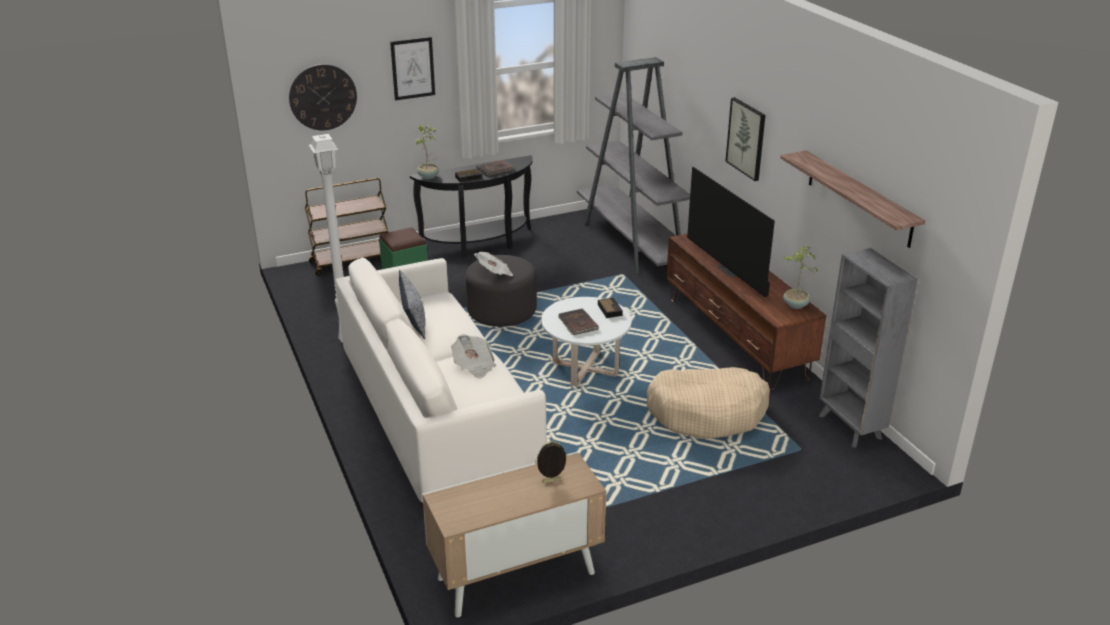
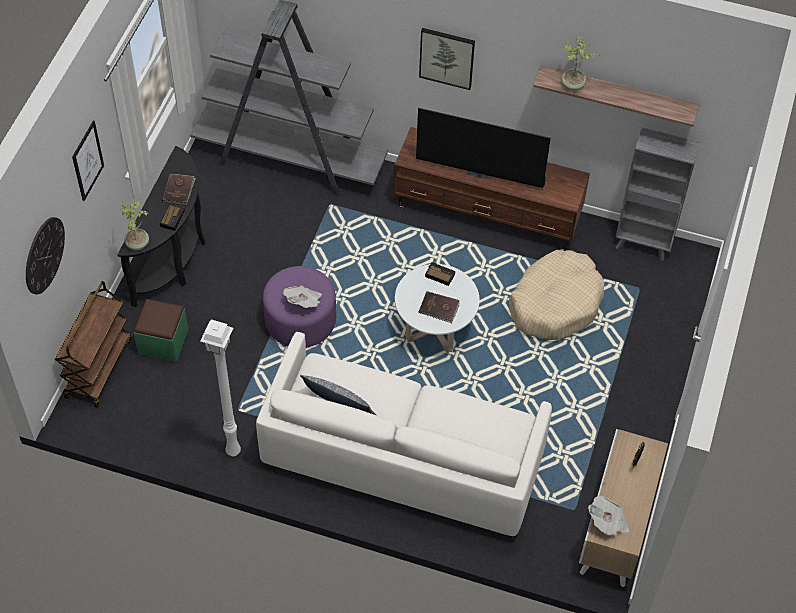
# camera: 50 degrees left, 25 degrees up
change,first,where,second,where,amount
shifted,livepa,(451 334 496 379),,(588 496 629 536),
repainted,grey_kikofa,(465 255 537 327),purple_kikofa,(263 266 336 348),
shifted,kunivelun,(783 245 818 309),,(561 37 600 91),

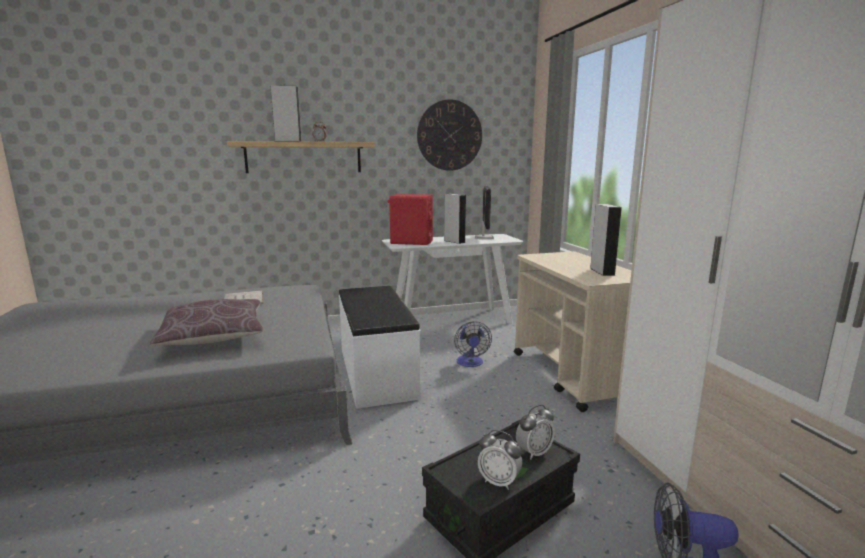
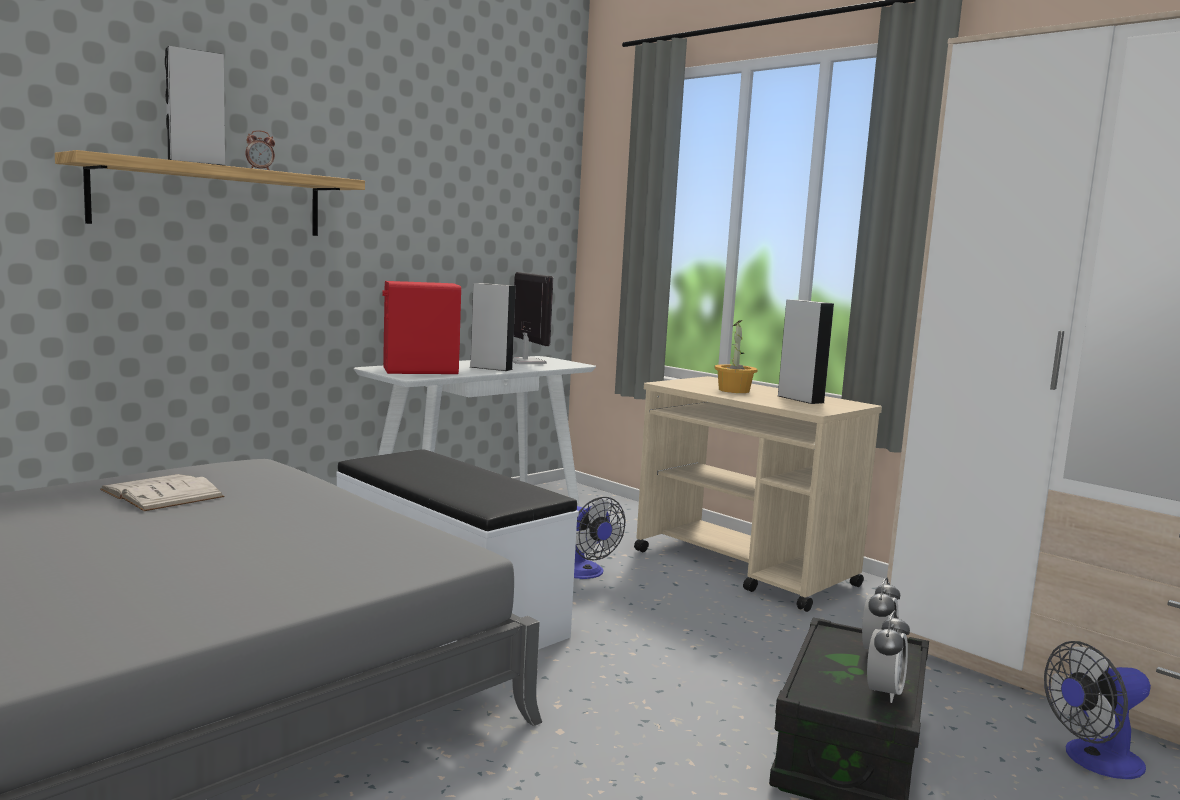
# camera: 30 degrees left, 5 degrees down
change,first,where,second,where,amount
gone,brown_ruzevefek,(150 299 263 346),,,
gone,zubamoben,(417 99 482 171),,,
rotated,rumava,(478 430 522 490),,(867 611 910 703),60 degrees counterclockwise
new,,,kunivelun,(714 320 758 393),

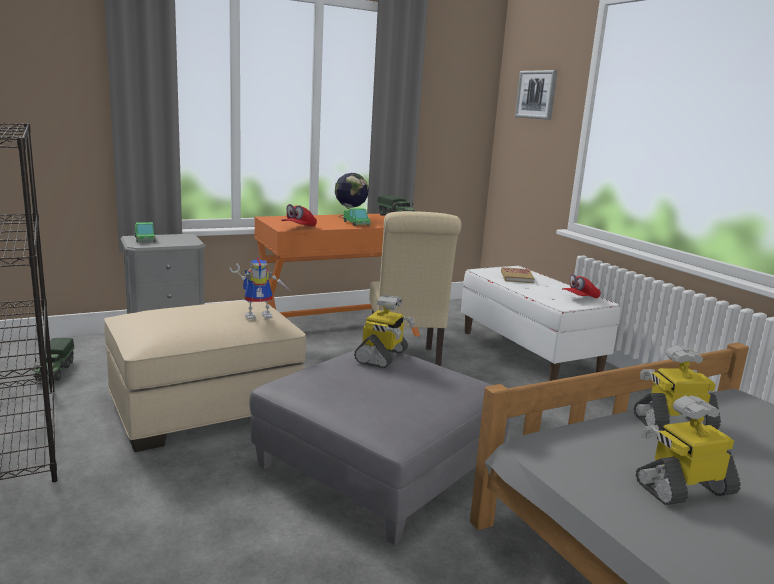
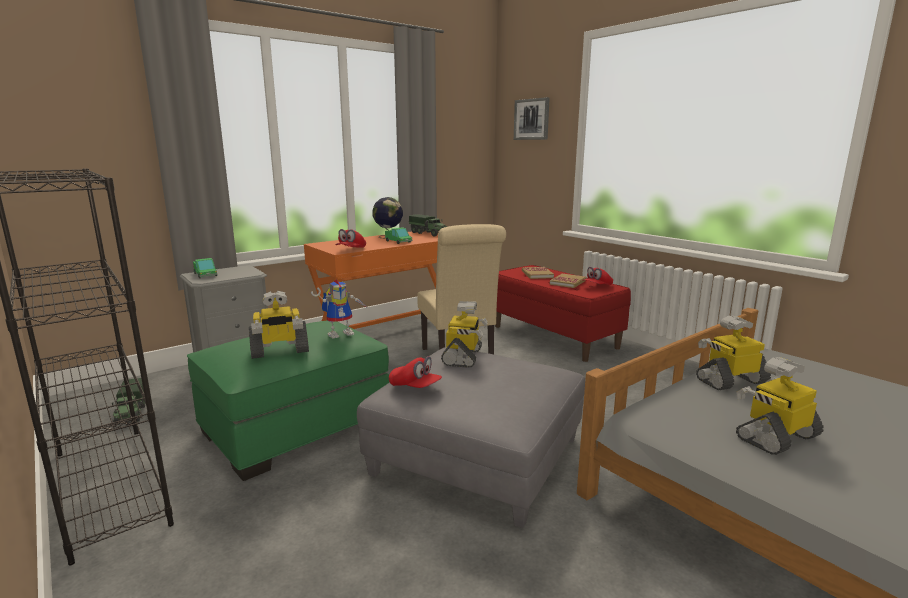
# camera: 10 degrees left, 0 degrees up
change,first,where,second,where,amount
repainted,beige_kikofa,(104 301 306 452),green_kikofa,(187 321 389 481),
repainted,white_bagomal,(461 266 620 381),red_bagomal,(495 265 631 362),
new,,,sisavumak,(249 291 309 359),
new,,,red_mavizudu,(389 356 442 388),
new,,,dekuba,(550 274 586 288),

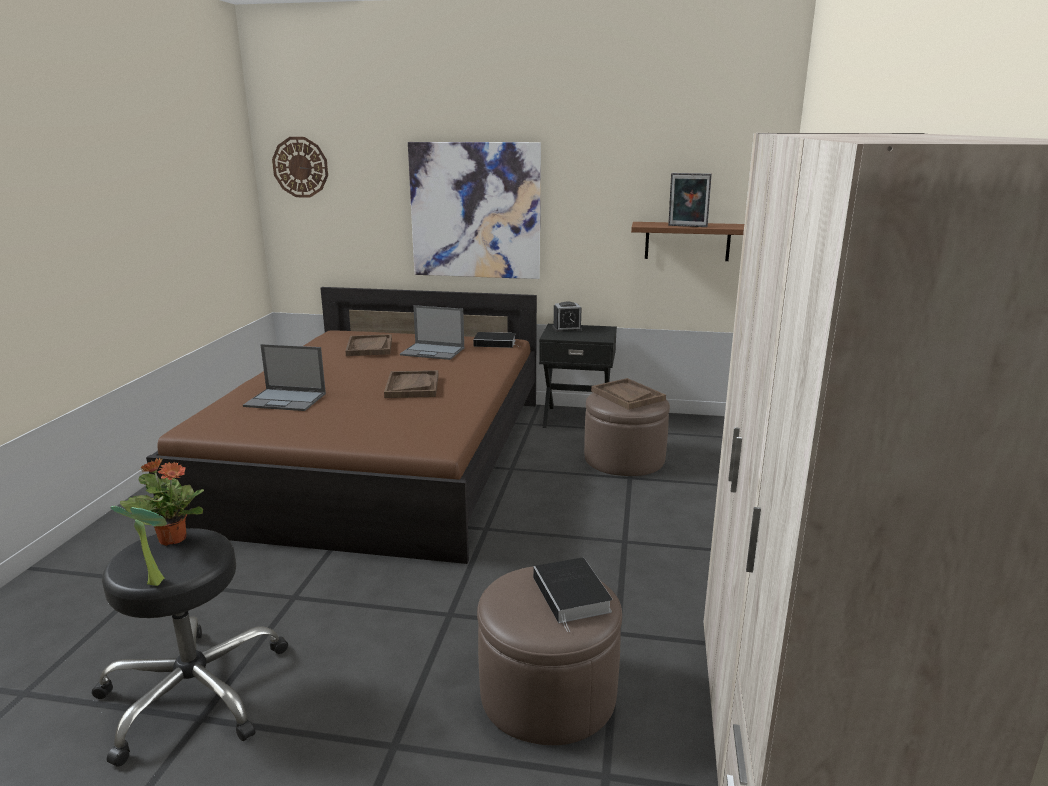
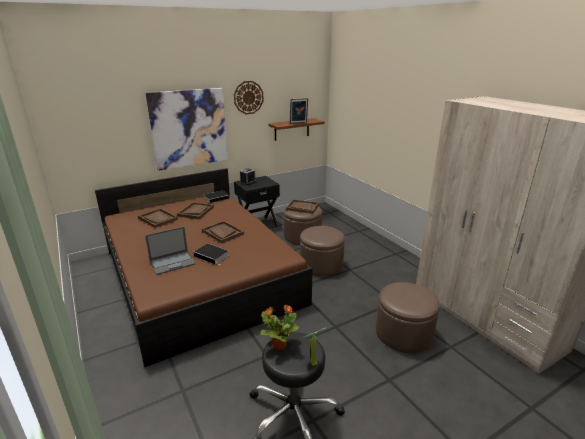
# camera: 40 degrees left, 5 degrees up
change,first,where,second,where,amount
shifted,zubamoben,(272 137 328 198),,(234 81 264 114),
swapped,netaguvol,(400 305 464 360),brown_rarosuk,(177 202 214 219),
shifted,dekuba,(533 557 612 632),,(194 244 229 264),
new,,,brown_kikofa,(300 226 345 276),

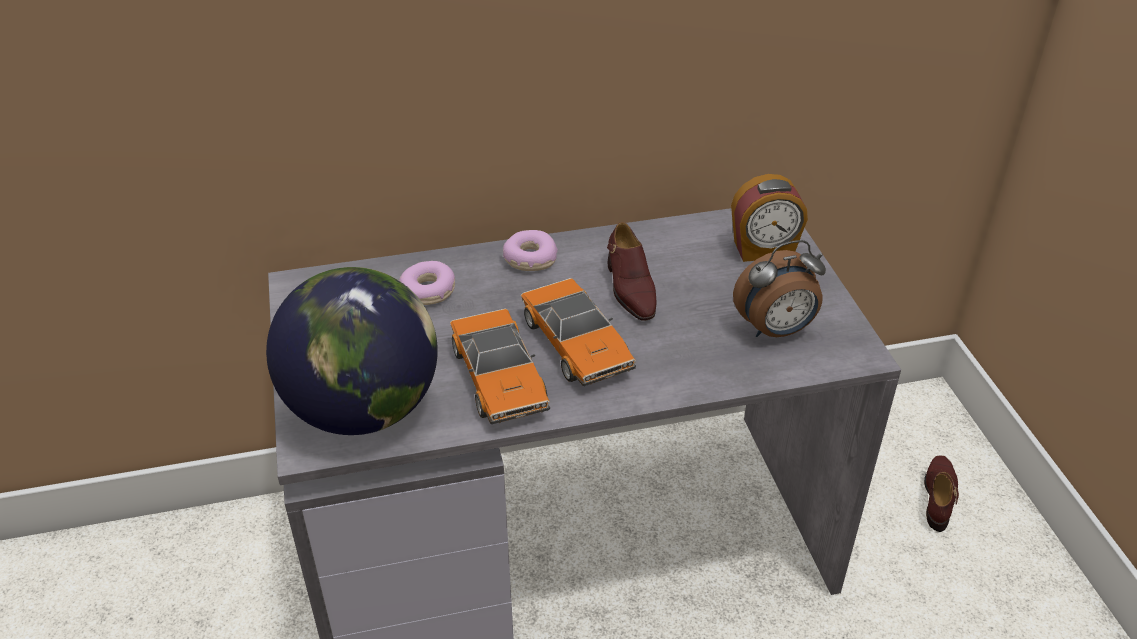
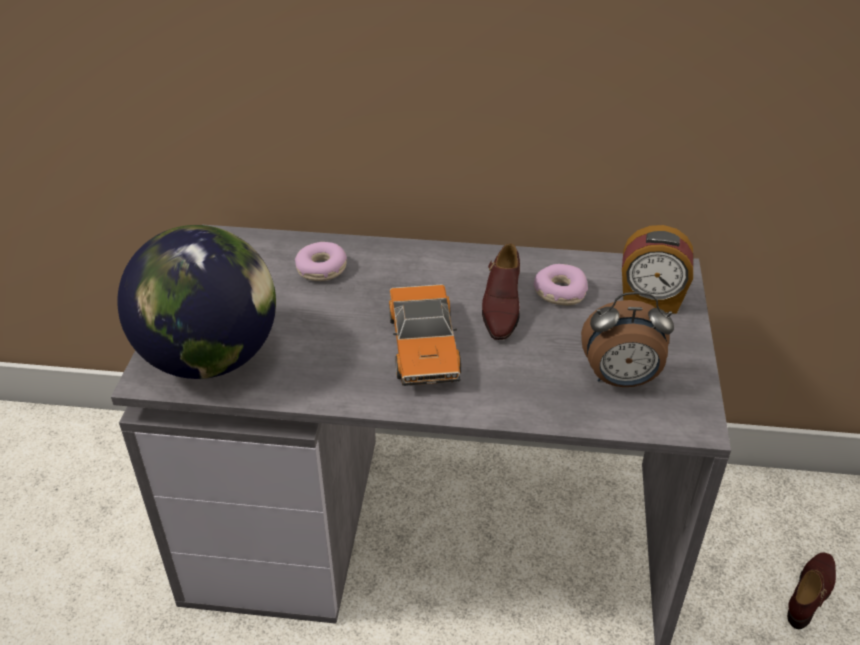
# camera: 20 degrees right, 0 degrees up
change,first,where,second,where,amount
gone,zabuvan,(450 309 550 424),,,
shifted,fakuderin,(503 230 558 271),,(534 264 588 305),

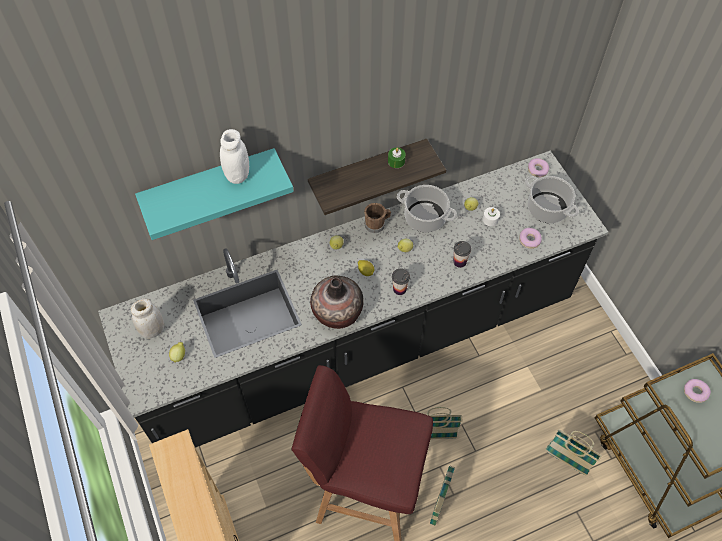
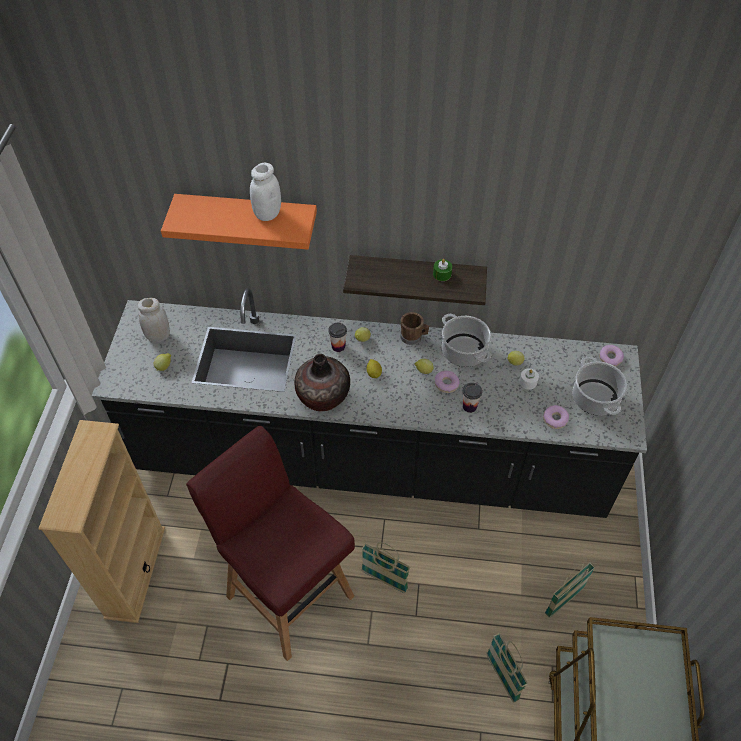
# camera: 30 degrees right, 5 degrees down
change,first,where,second,where,amount
repainted,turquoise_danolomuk,(135 148 294 240),orange_danolomuk,(161 194 317 250),
shifted,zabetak,(392 269 410 295),,(328 322 347 352),
shifted,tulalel,(430 465 455 526),,(545 562 595 618),
shifted,fakuderin,(684 379 711 403),,(434 371 460 393),

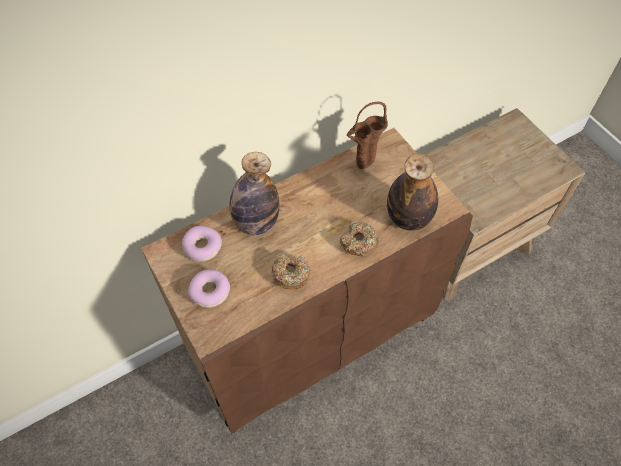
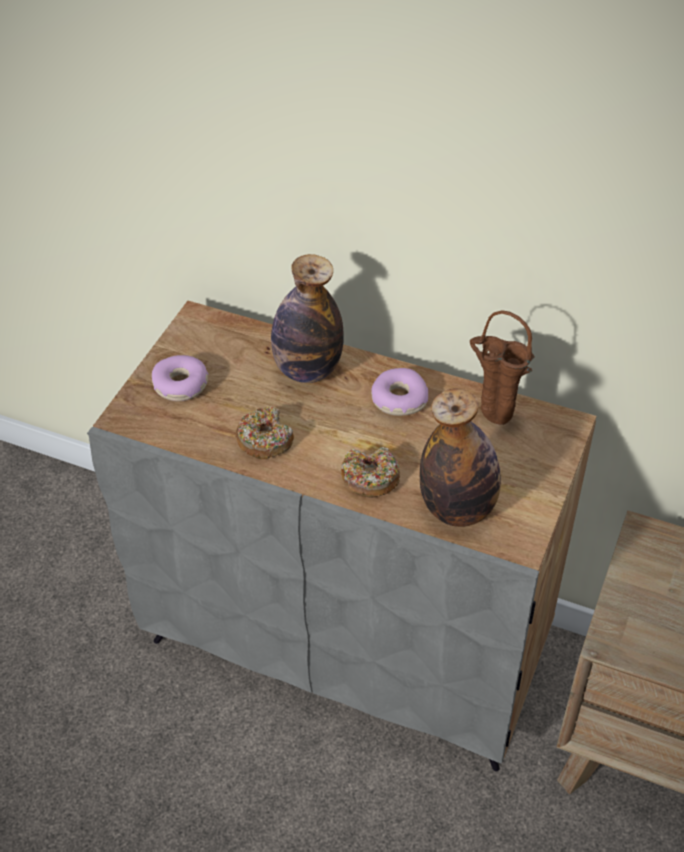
# camera: 55 degrees right, 10 degrees down
change,first,where,second,where,amount
repainted,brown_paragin,(141 128 473 434),grey_paragin,(87 301 596 771),
shifted,fakuderin,(182 226 222 262),,(371 368 428 416),

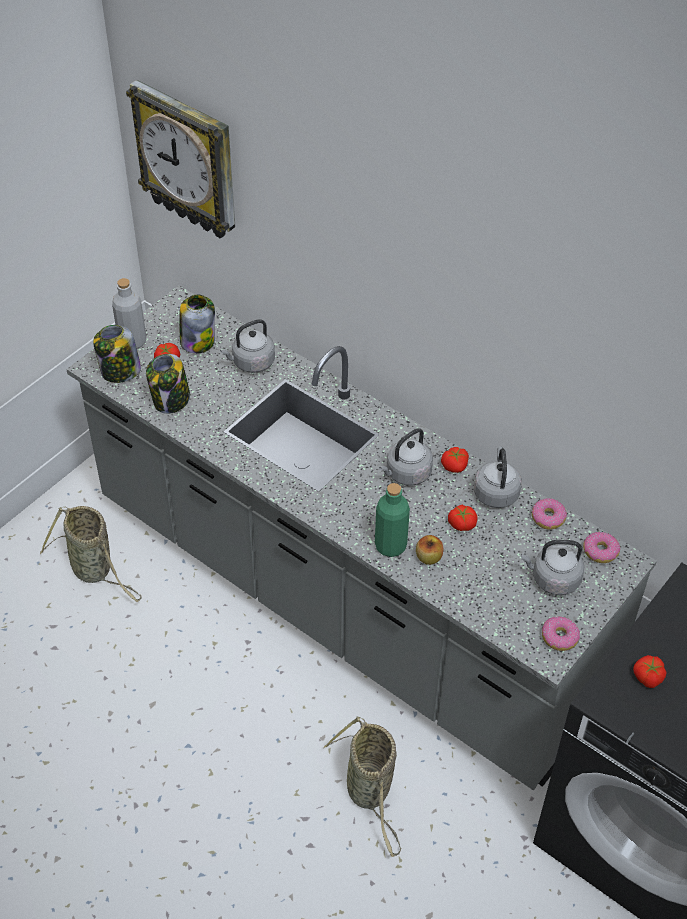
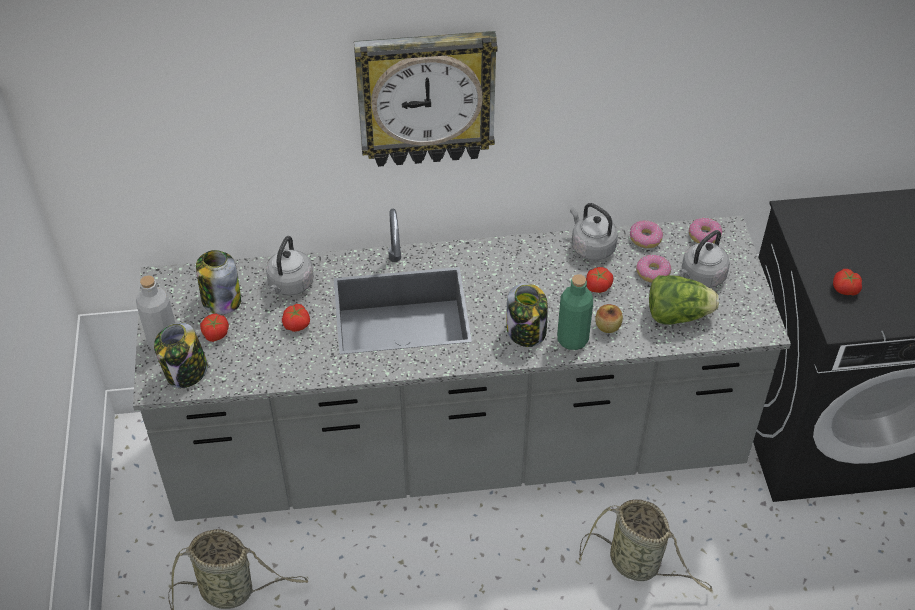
# camera: 45 degrees left, 0 degrees up
change,first,where,second,where,amount
shifted,zubamoben,(126 80 235 238),,(354 31 498 167),
shifted,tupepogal,(146 354 190 414),,(507 283 548 347),
gone,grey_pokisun,(379 428 433 486),,,
shifted,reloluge,(441 447 469 473),,(282 304 310 332),
shifted,fakuderin,(542 617 580 651),,(636 255 672 283),
new,,,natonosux,(649 275 719 325),

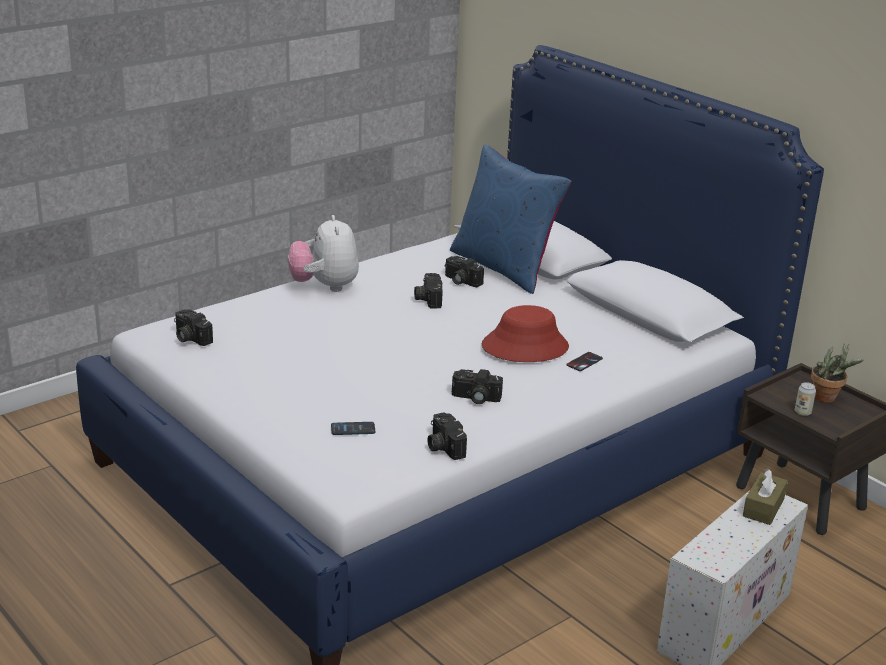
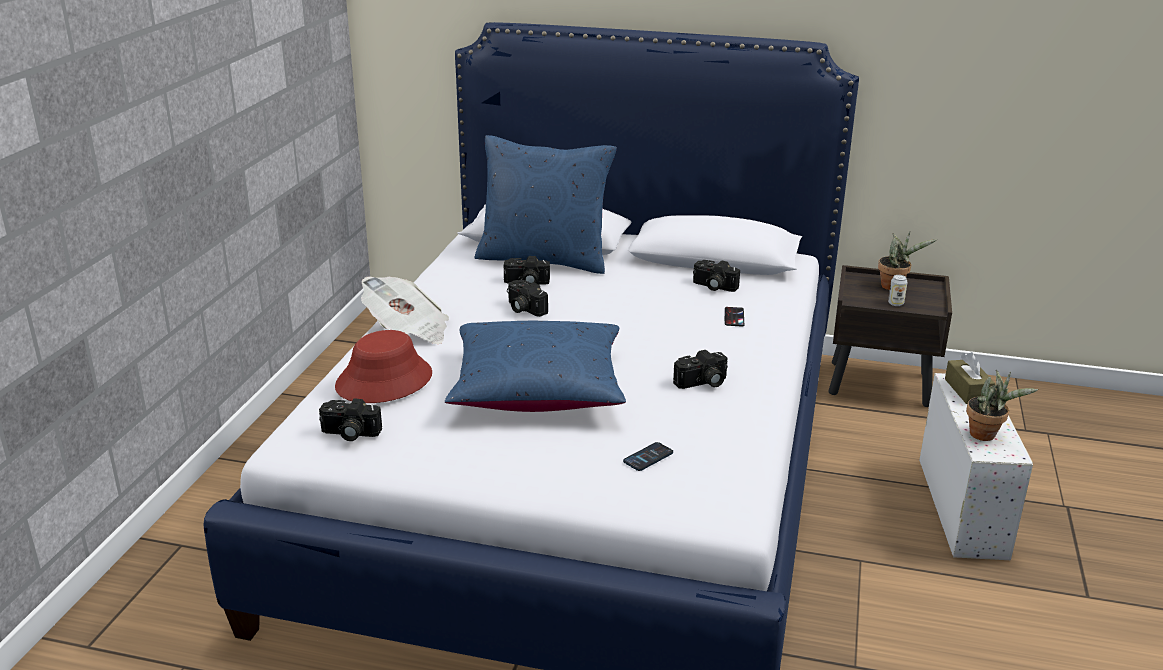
# camera: 35 degrees left, 0 degrees up
change,first,where,second,where,amount
swapped,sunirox,(288 215 359 292),livepa,(361 276 449 344),
shifted,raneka,(427 412 467 460),,(693 260 740 292),
shifted,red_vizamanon,(482 305 569 362),,(335 330 432 403),
new,,,blue_ruzevefek,(445 321 626 412),
new,,,kunivelun,(966 370 1038 441),

